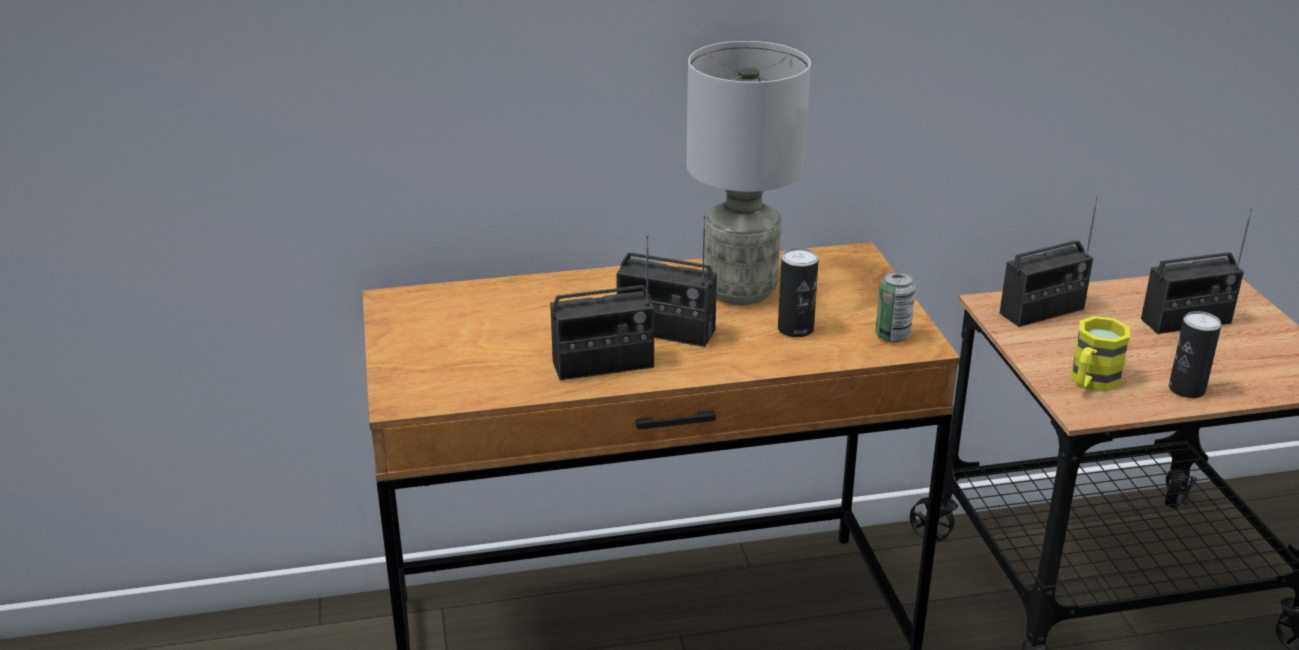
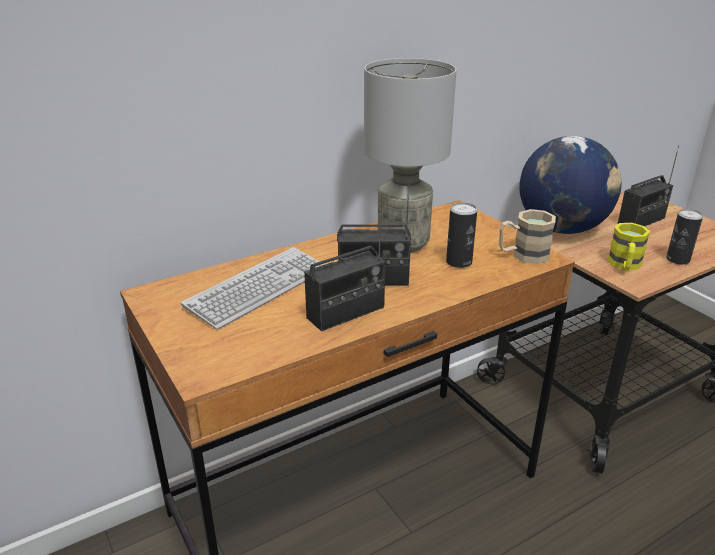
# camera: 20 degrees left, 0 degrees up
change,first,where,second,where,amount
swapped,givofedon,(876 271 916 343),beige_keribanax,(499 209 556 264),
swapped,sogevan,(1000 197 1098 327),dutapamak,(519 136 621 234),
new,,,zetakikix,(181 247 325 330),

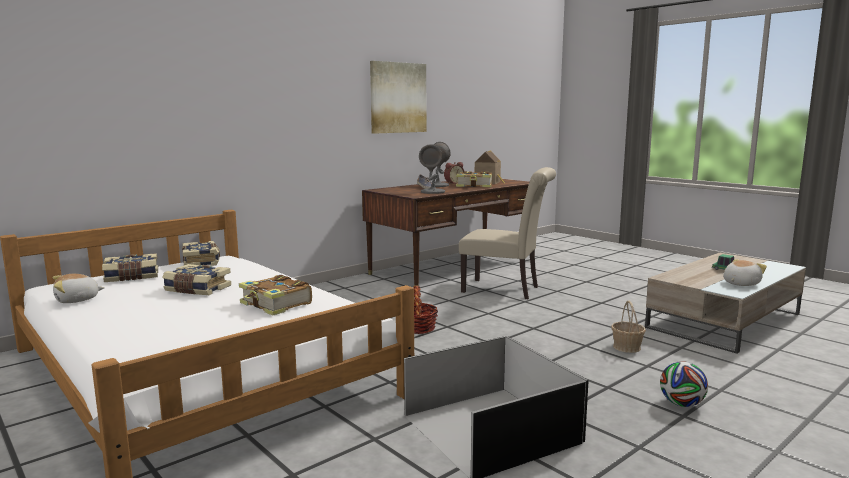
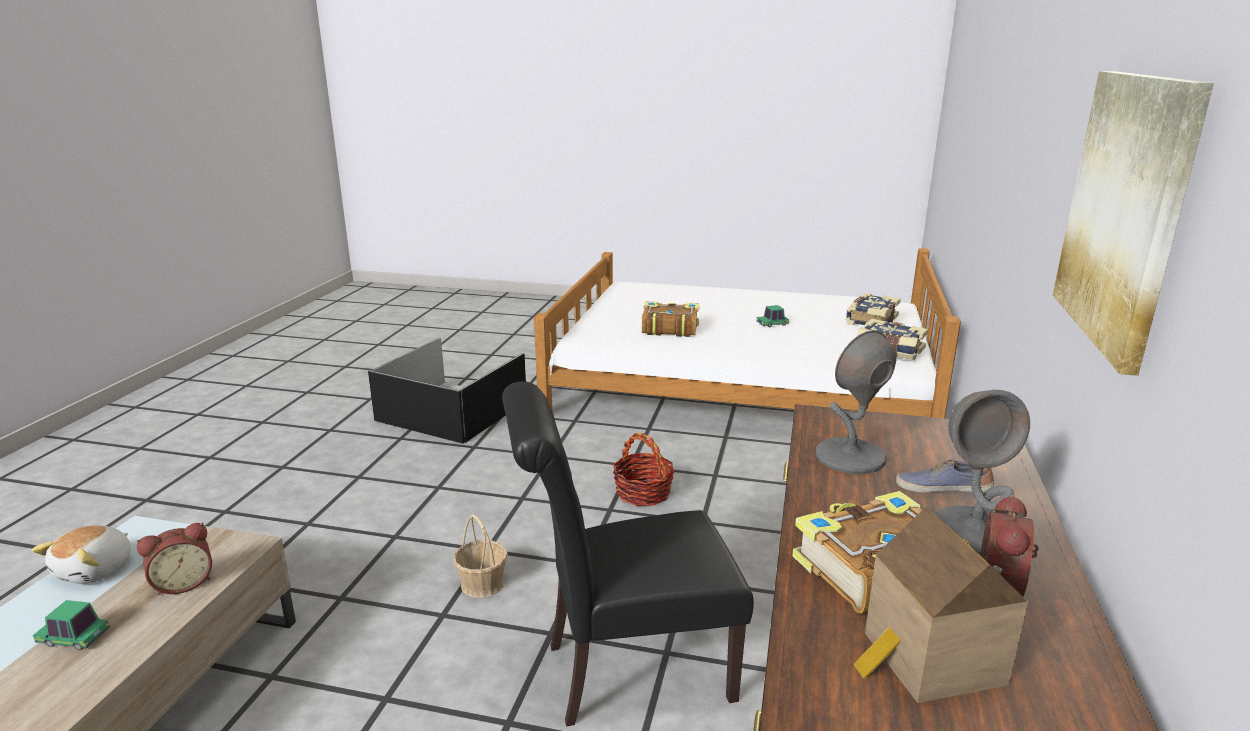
# camera: 145 degrees right, 10 degrees up
change,first,where,second,where,amount
gone,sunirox,(53 274 105 303),,,
swapped,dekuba,(162 264 231 295),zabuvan,(756 305 789 327),
repainted,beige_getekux,(459 167 556 299),black_getekux,(502 381 754 727),
shifted,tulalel,(611 300 646 353),,(453 514 508 598),
gone,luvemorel,(660 361 708 407),,,
new,,,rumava,(137 523 212 595),

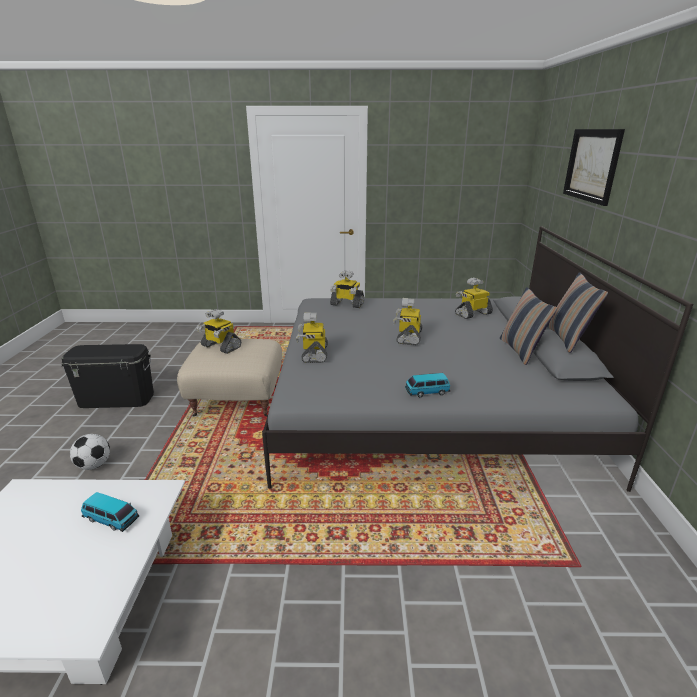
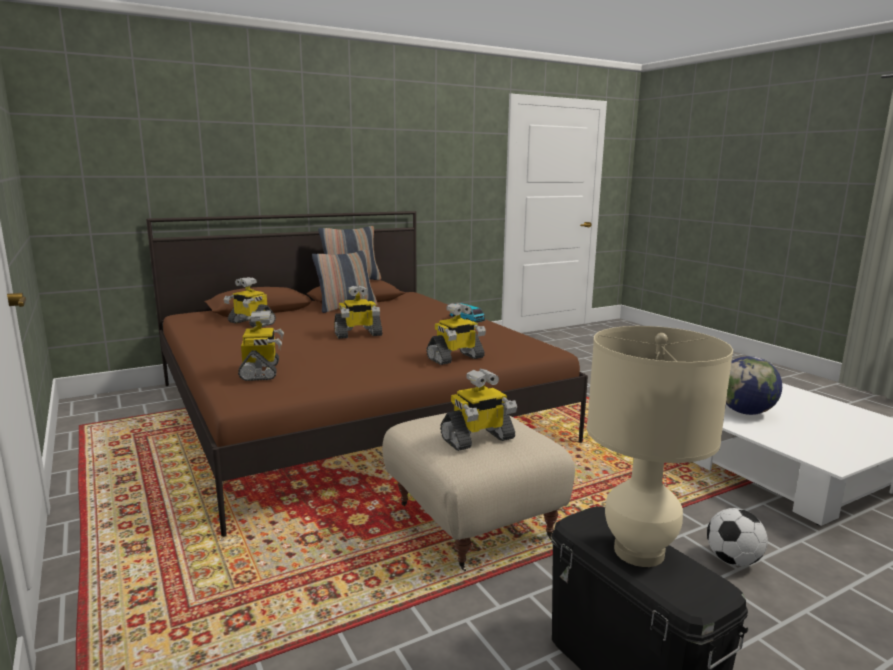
# camera: 120 degrees left, 10 degrees down
change,first,where,second,where,amount
swapped,zabuvan,(81 492 139 532),dutapamak,(726 356 782 415),
rotated,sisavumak,(196 309 241 354),,(440 369 517 451),60 degrees clockwise
repainted,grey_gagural,(262 226 693 492),brown_gagural,(146 211 588 537),
gone,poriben,(563 129 625 206),,,
new,,,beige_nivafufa,(587 326 733 567),

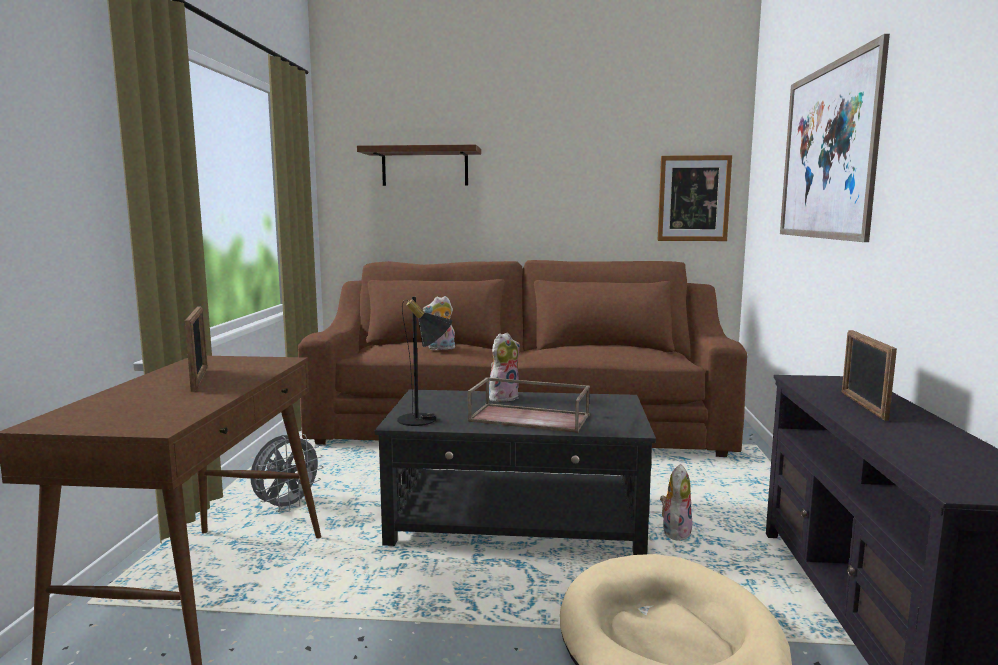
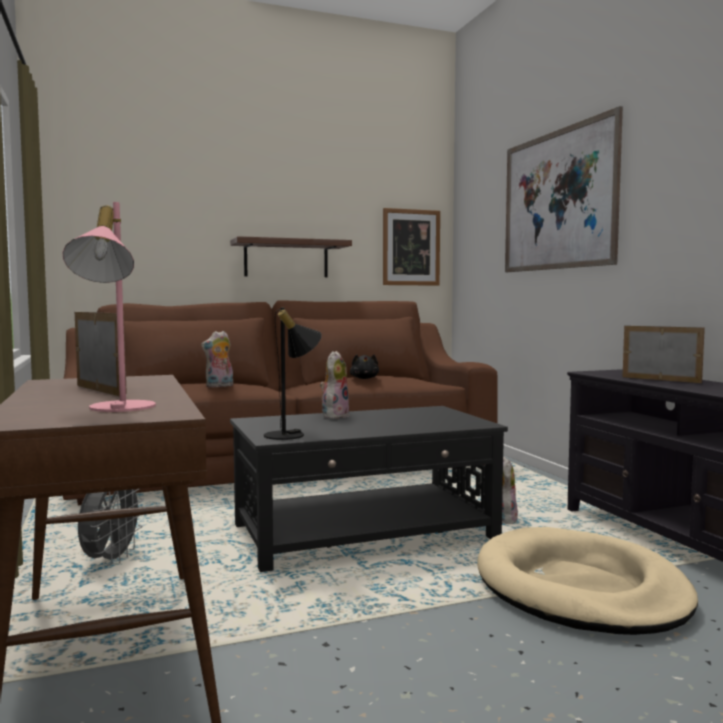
# camera: 25 degrees left, 5 degrees down
change,first,where,second,where,amount
shifted,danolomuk,(357 145 481 186),,(230 236 352 277),
gone,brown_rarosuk,(468 377 590 433),,,
rotated,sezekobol,(842 330 897 421),,(623 326 705 383),150 degrees clockwise
new,,,pink_nivafufa,(62 202 156 412),
new,,,black_sunirox,(350 354 379 379),

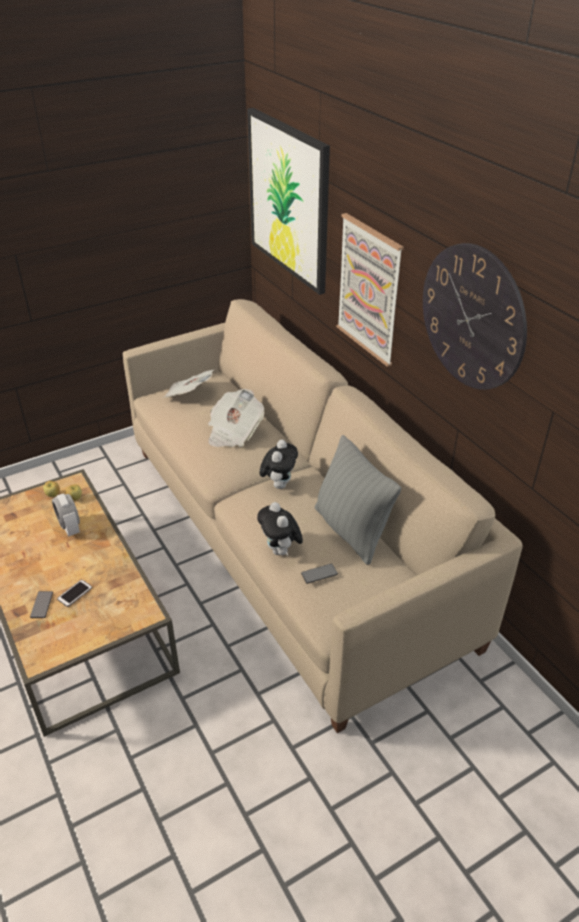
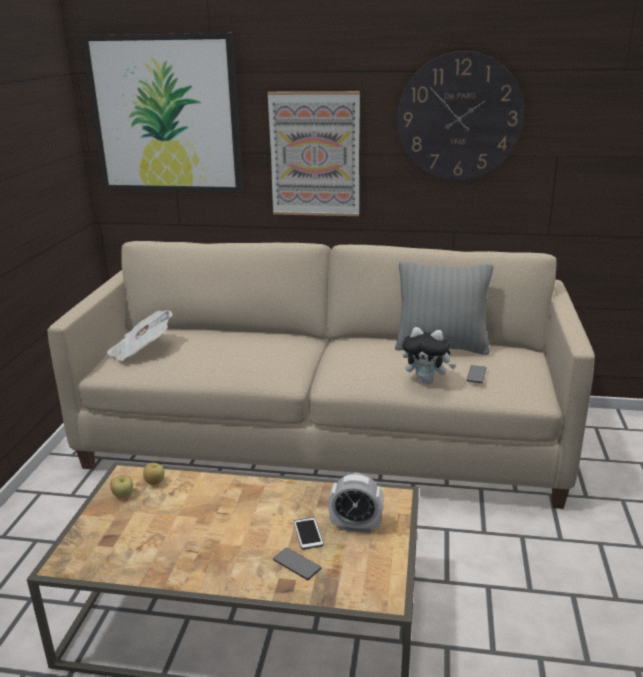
# camera: 50 degrees left, 15 degrees down
change,first,where,second,where,amount
shifted,rumava,(52 494 80 536),,(328 473 384 533),
gone,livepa,(208 389 265 447),,,
gone,sunirox,(260 440 298 489),,,

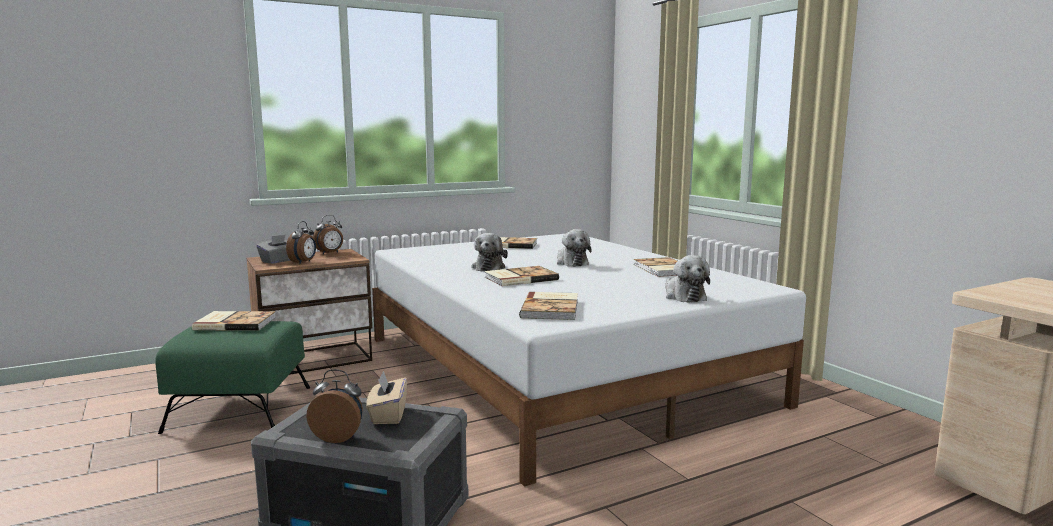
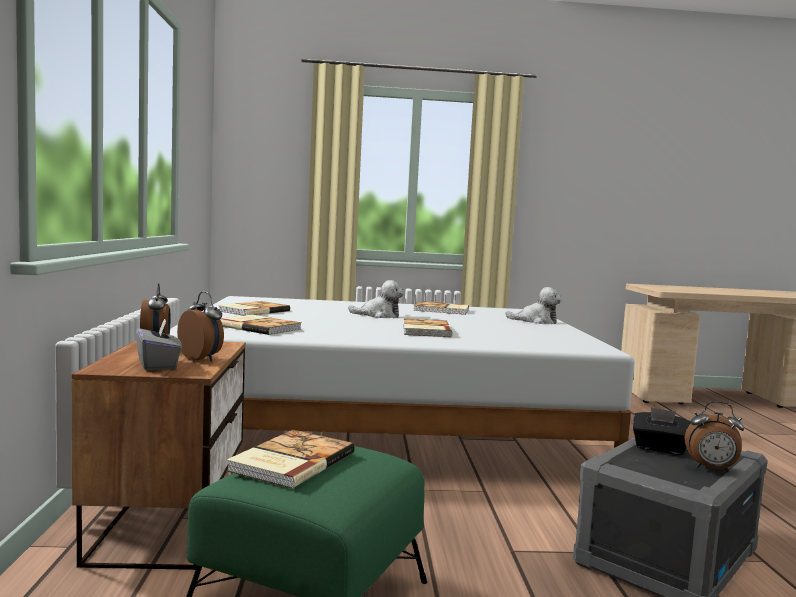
# camera: 65 degrees left, 5 degrees down
change,first,where,second,where,amount
rotated,rumava,(306 369 363 443),,(685 401 744 472),105 degrees counterclockwise
repainted,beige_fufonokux,(366 371 407 424),black_fufonokux,(633 407 691 455),
gone,sunirox,(472 233 508 271),,,
shifted,dekuba,(519 292 578 320),,(220 315 302 335),

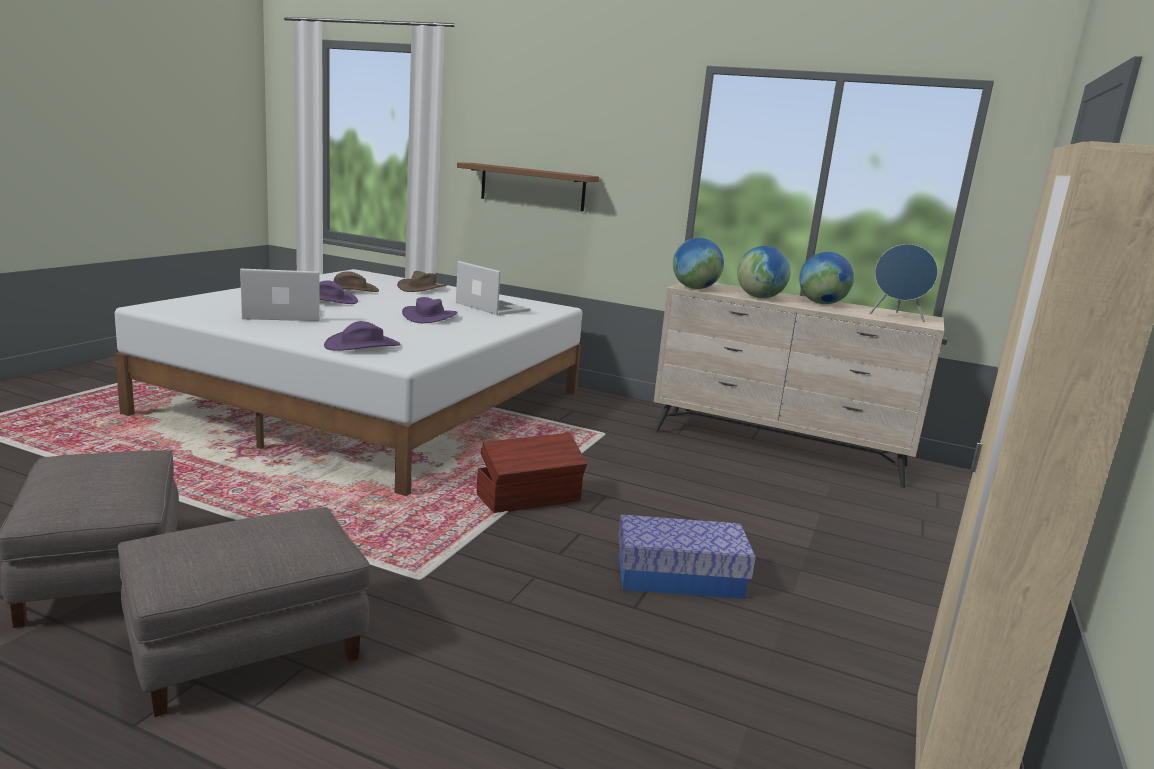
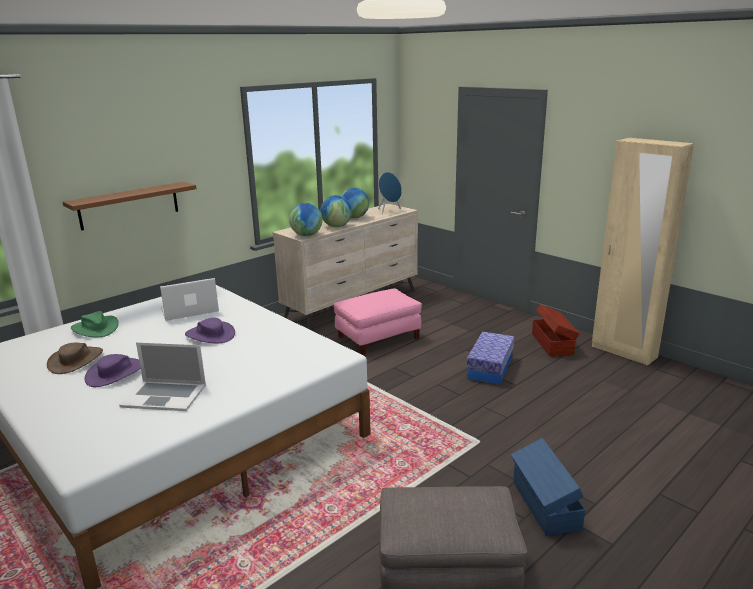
# camera: 65 degrees left, 5 degrees up
change,first,where,second,where,amount
swapped,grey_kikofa,(118 507 370 717),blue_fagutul,(511 438 585 536),
rotated,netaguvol,(240 269 321 321),,(119 342 206 411),90 degrees counterclockwise
gone,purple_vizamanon,(324 321 400 351),,,
repainted,brown_vizamanon,(397 271 447 292),green_vizamanon,(71 311 119 337),
shifted,brown_fagutul,(477 433 587 513),,(532 304 580 357),
new,,,pink_kikofa,(334 288 422 355),

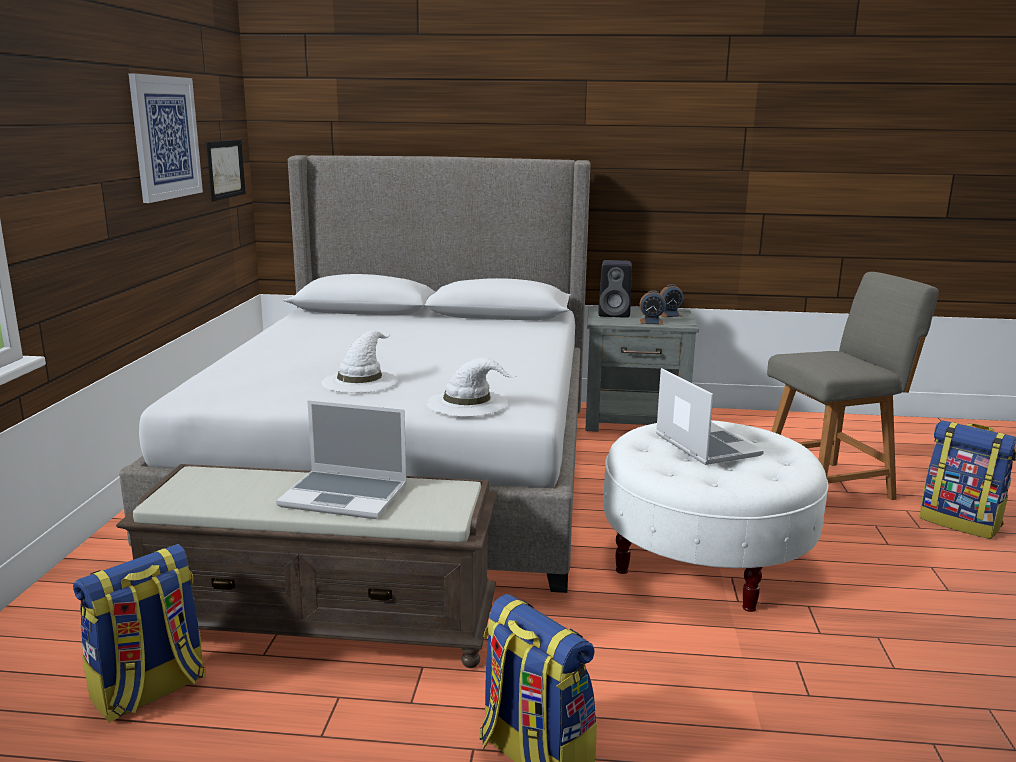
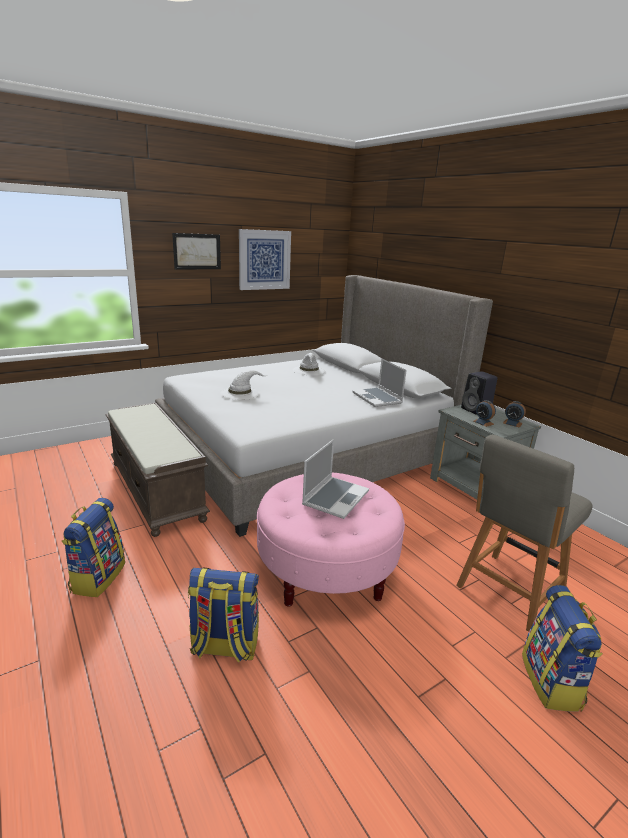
# camera: 50 degrees right, 5 degrees up
change,first,where,second,where,amount
shifted,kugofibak,(73 544 206 723),,(188 568 259 663),
shifted,poriben,(206 140 246 201),,(172 233 221 270),
shifted,netaguvol,(276 400 407 519),,(352 358 407 407),
shifted,white_vizamanon,(427 358 517 416),,(293 353 325 375),
repainted,white_kikofa,(604 420 828 612),pink_kikofa,(257 473 405 607),
rotated,grey_getekux,(767 272 939 500),,(456 434 593 632),105 degrees clockwise

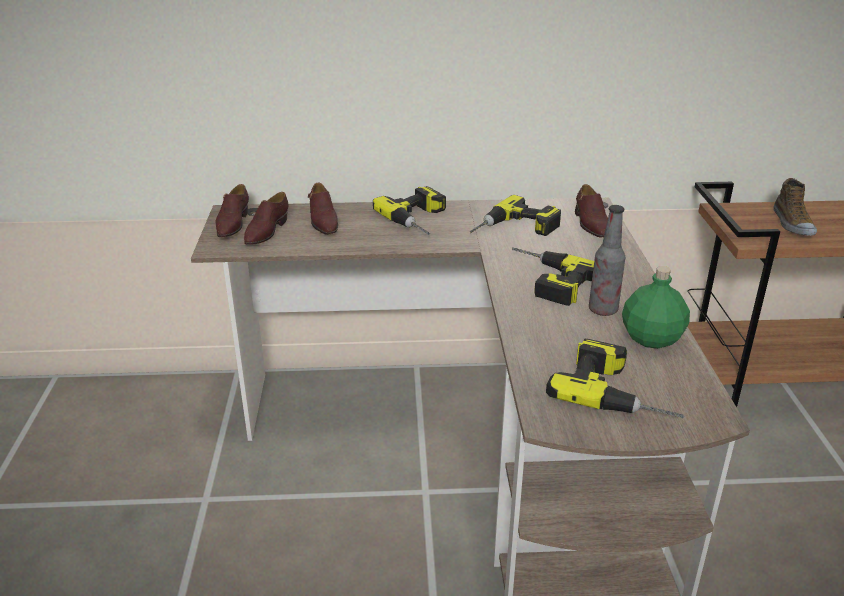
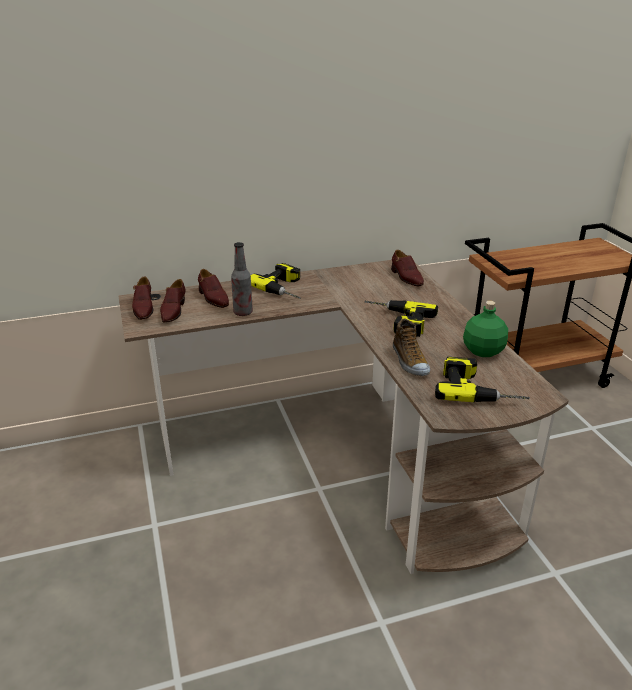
# camera: 15 degrees left, 0 degrees up
change,first,where,second,where,amount
gone,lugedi,(470 195 561 236),,,
shifted,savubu,(589 205 625 316),,(231 242 253 316),
shifted,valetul,(773 178 817 236),,(393 319 430 376),

